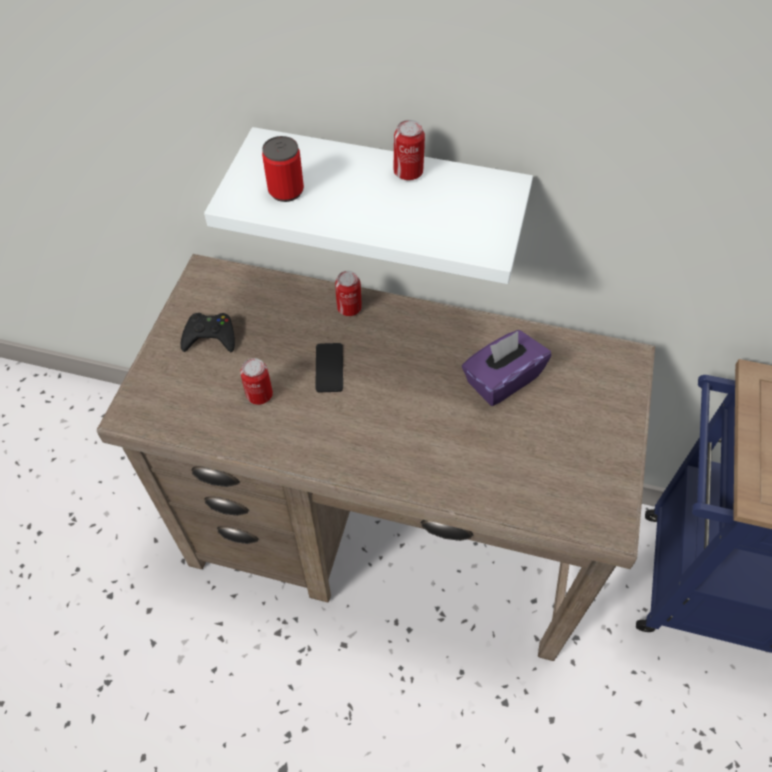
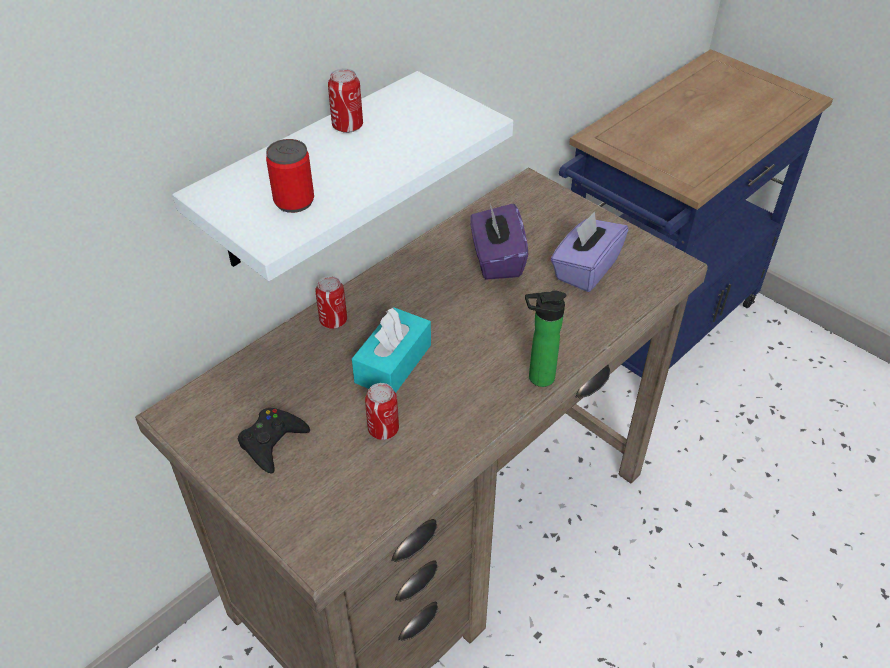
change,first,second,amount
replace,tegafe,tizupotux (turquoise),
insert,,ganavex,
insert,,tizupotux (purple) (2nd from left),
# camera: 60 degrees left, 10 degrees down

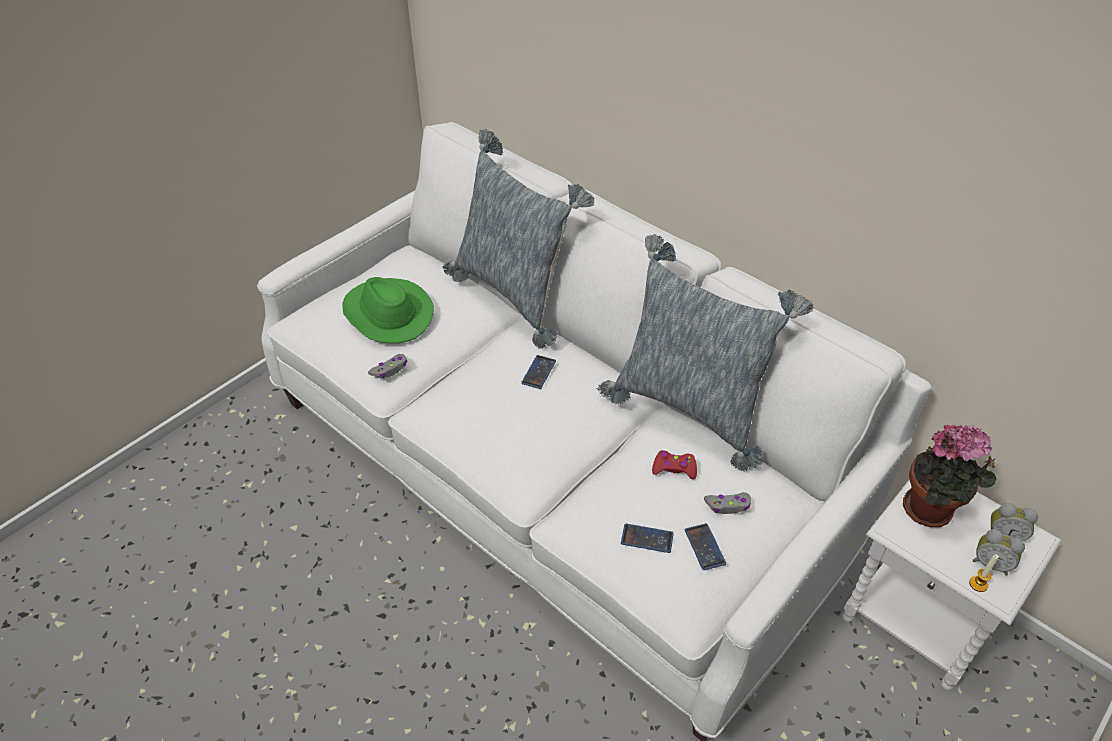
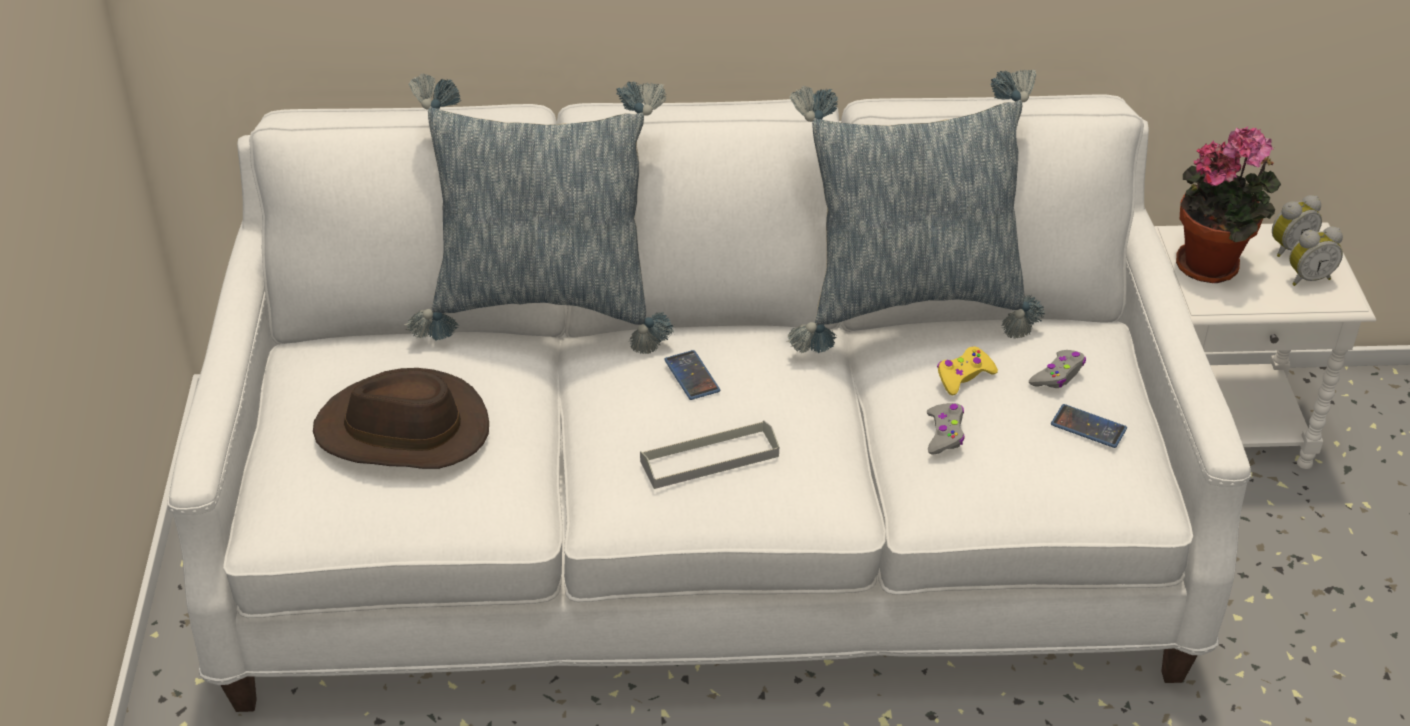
change,first,second,amount
recolor,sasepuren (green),sasepuren (brown),
insert,,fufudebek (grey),
move,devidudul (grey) (1st from left),,
recolor,devidudul (red),devidudul (yellow),
delete,tegafe (2nd from left),,
delete,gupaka,,
# camera: 45 degrees left, 5 degrees down

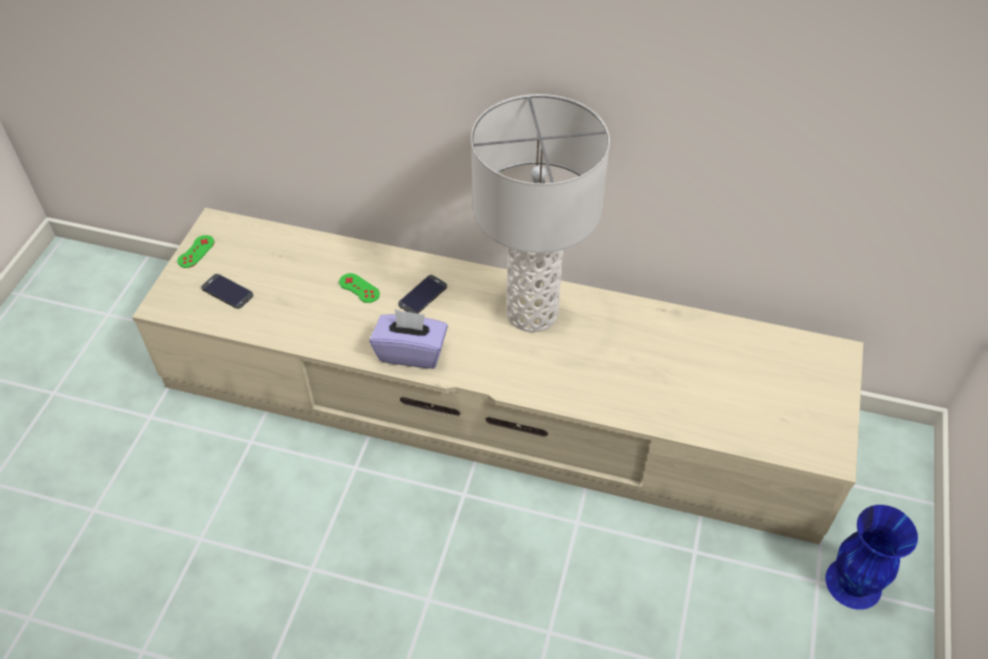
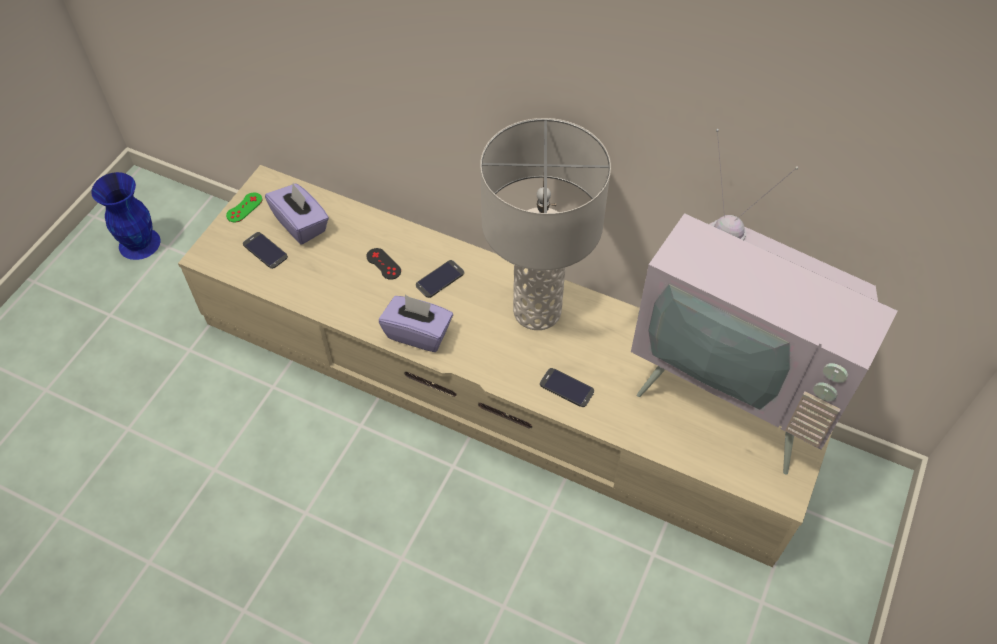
change,first,second,amount
move,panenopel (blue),,
insert,,tizupotux (purple) (1st from left),
recolor,devidudul (green) (2nd from left),devidudul (black),
insert,,tegafe (3rd from left),
insert,,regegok,
# camera: 10 degrees right, 5 degrees up

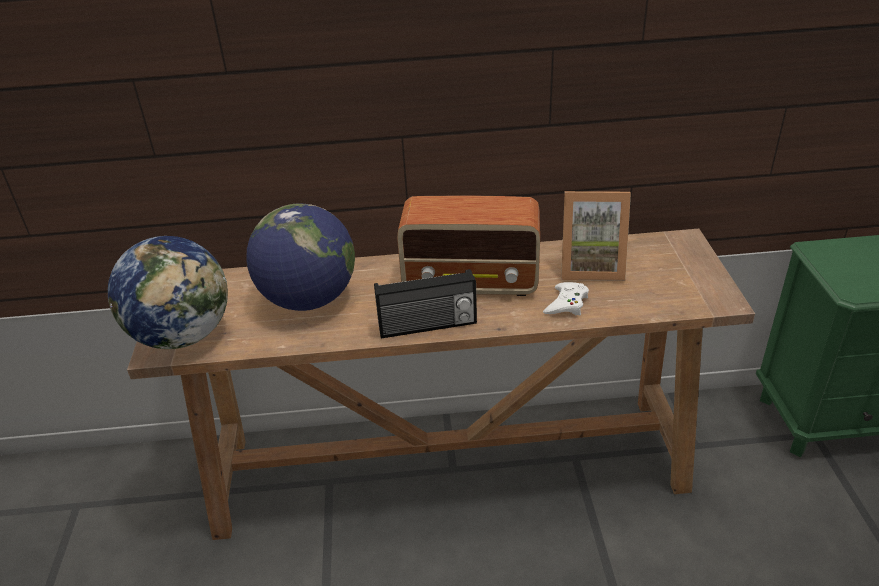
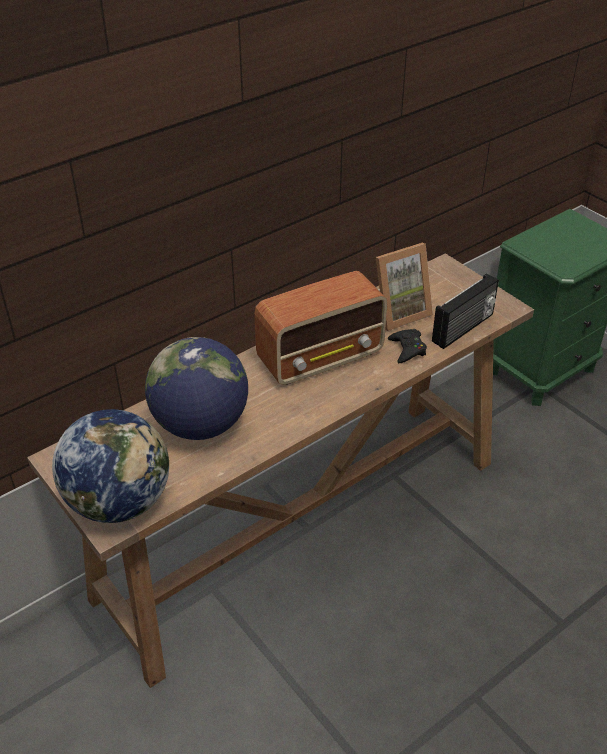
change,first,second,amount
recolor,devidudul (white),devidudul (black),
move,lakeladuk (1st from left in the first image),lakeladuk (2nd from left),
# camera: 35 degrees left, 5 degrees up

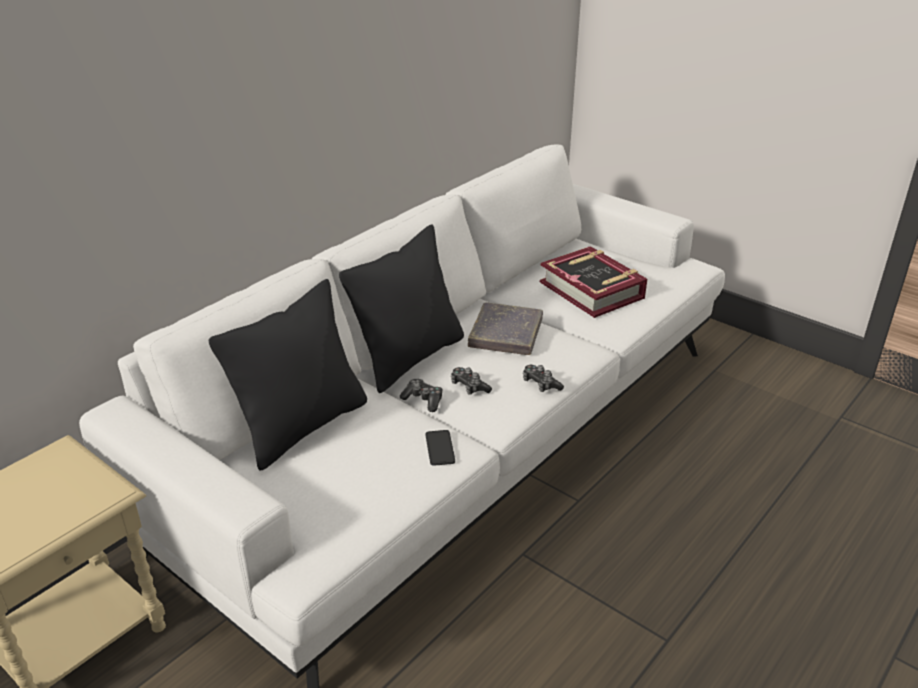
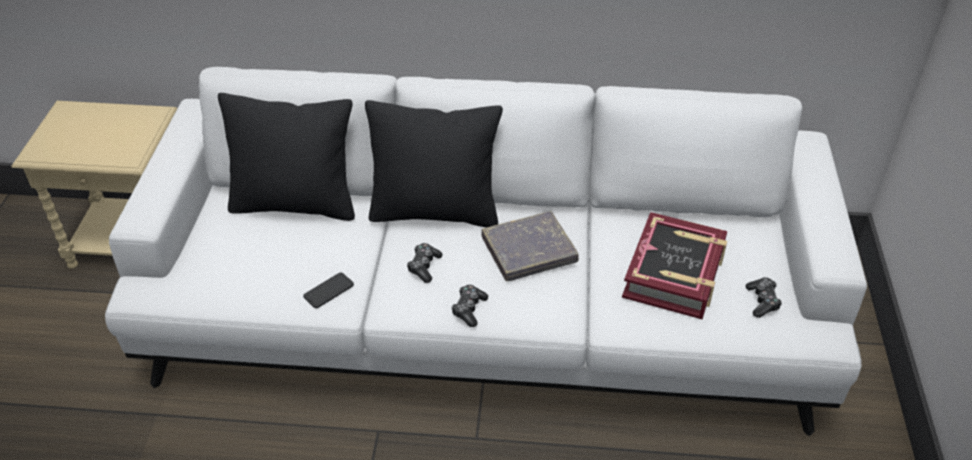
change,first,second,amount
move,devidudul (1st from left in the first image),devidudul (3rd from left),
# camera: 55 degrees right, 10 degrees up

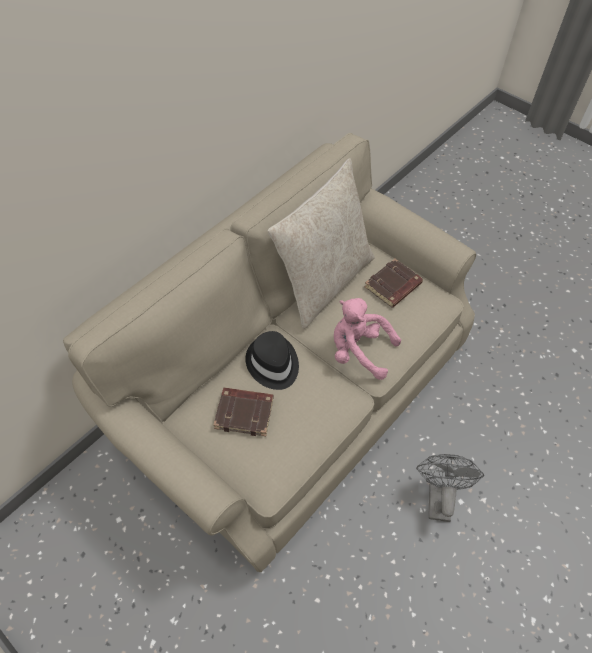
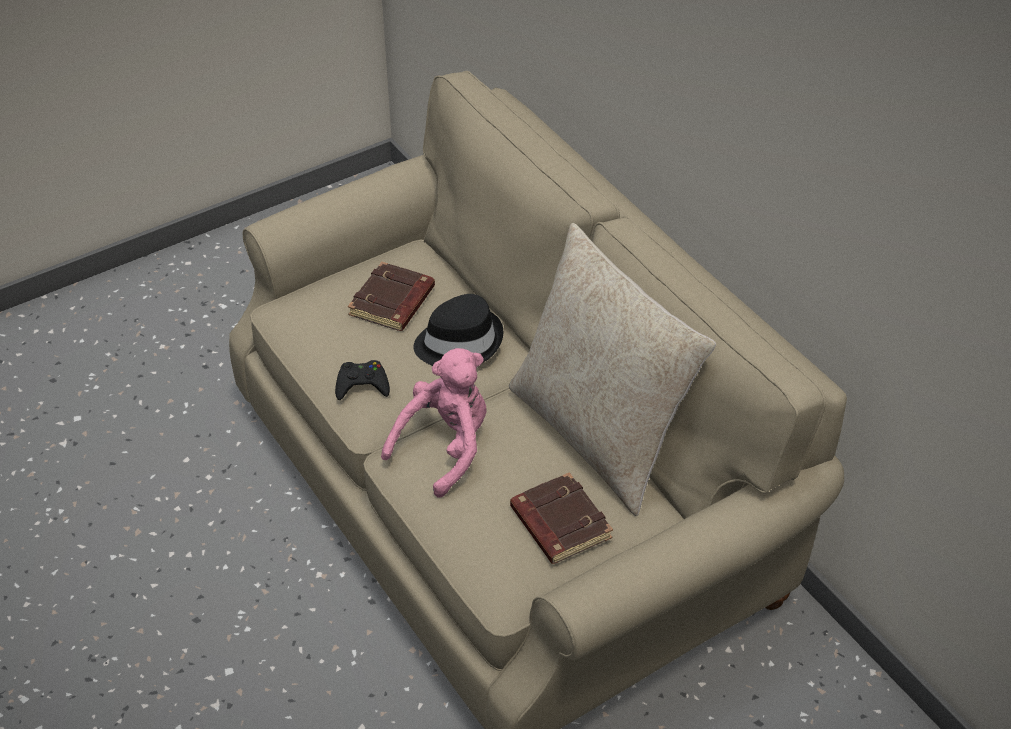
change,first,second,amount
insert,,devidudul (black),
delete,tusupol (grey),,
# camera: 105 degrees right, 10 degrees down

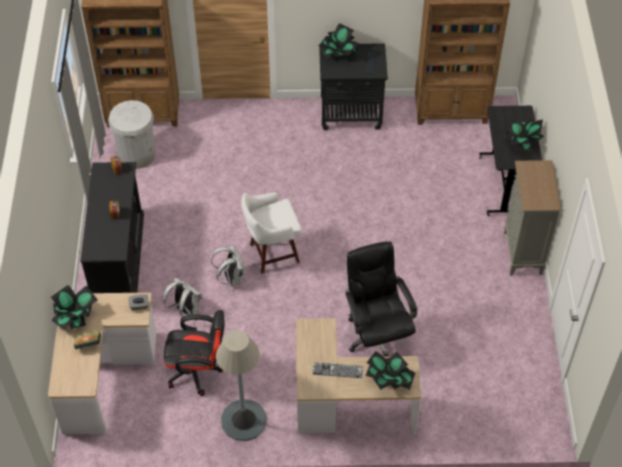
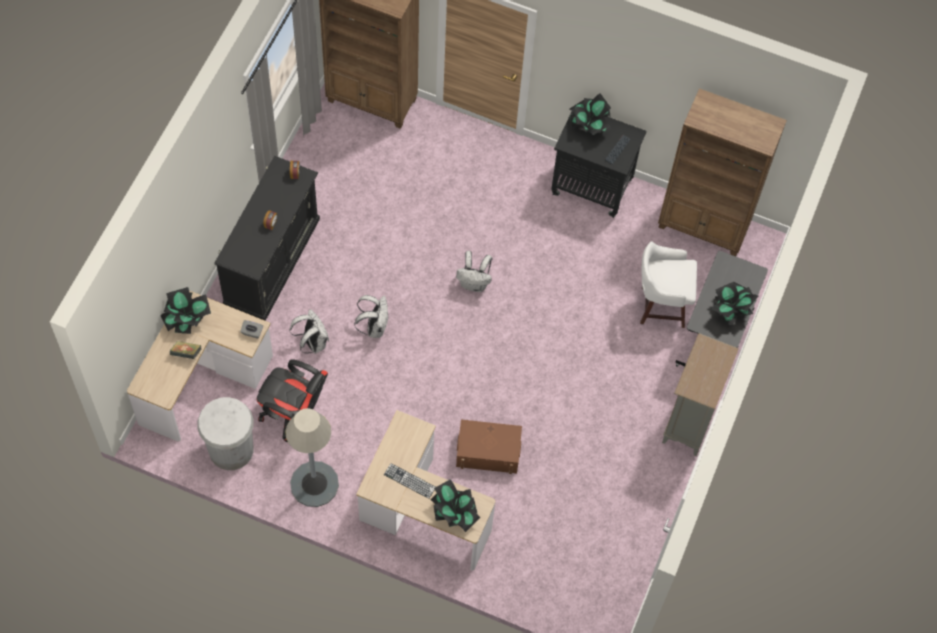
change,first,second,amount
move,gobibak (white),,
insert,,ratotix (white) (3rd from left),
replace,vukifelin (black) (2nd from left),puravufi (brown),
move,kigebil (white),,
# camera: 20 degrees right, 10 degrees up

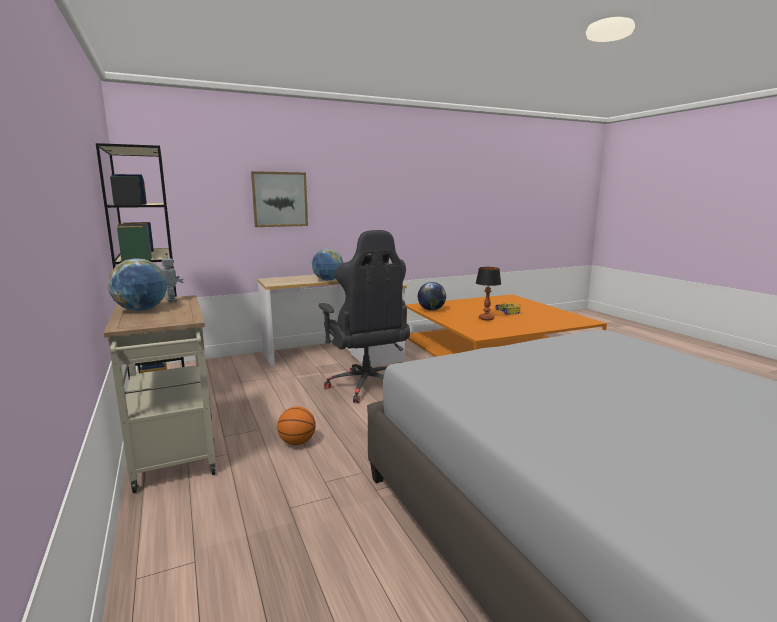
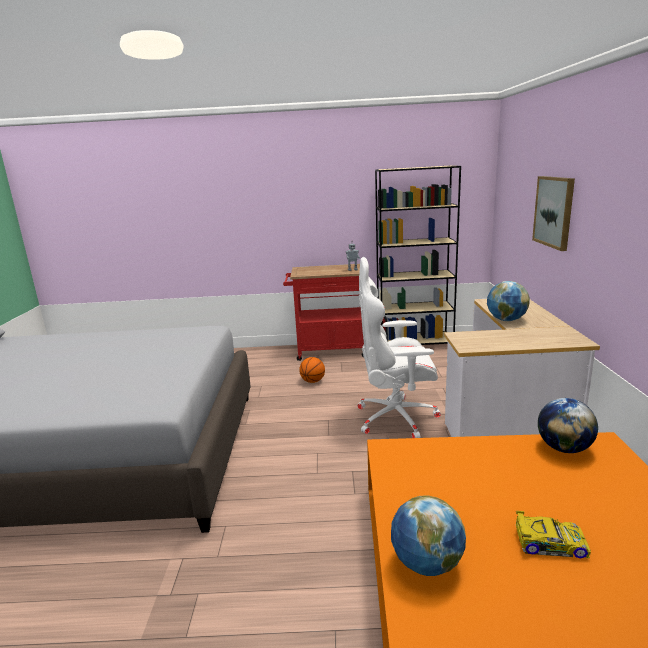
change,first,second,amount
recolor,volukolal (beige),volukolal (red),
recolor,vukifelin (black),vukifelin (white),
move,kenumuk (1st from left),,
delete,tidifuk,,
# camera: 115 degrees right, 5 degrees up

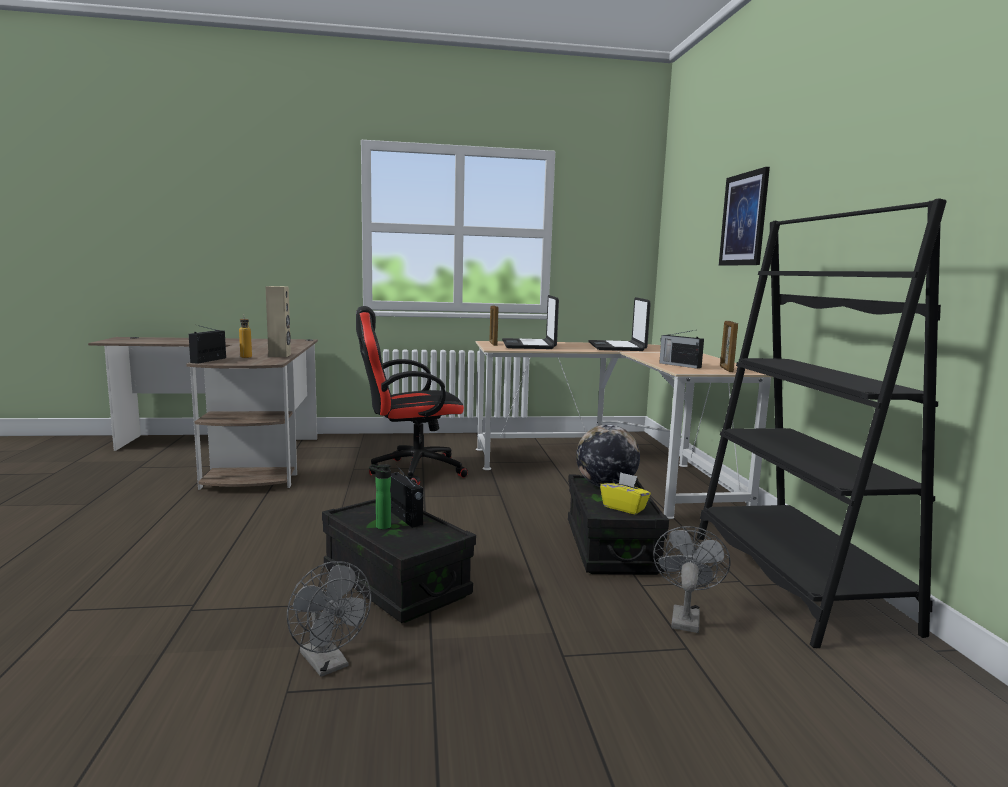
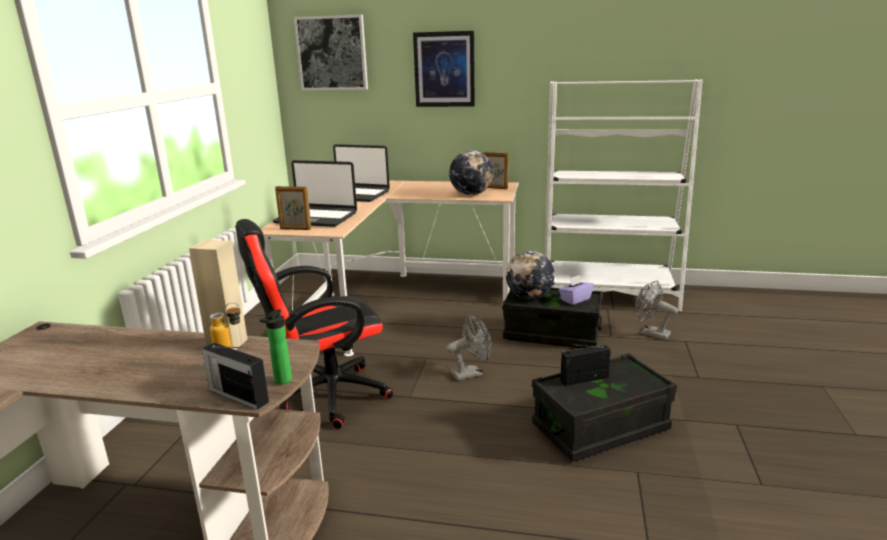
change,first,second,amount
rotate,vukifelin (black),,60 degrees clockwise
move,ganavex (2nd from left),,
insert,,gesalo (1st from left),
move,tusupol (grey) (1st from left),,
replace,lakeladuk (3rd from left),kenumuk (1st from left),
recolor,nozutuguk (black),nozutuguk (white),
recolor,tizupotux (yellow),tizupotux (purple),
# camera: 70 degrees left, 10 degrees up

